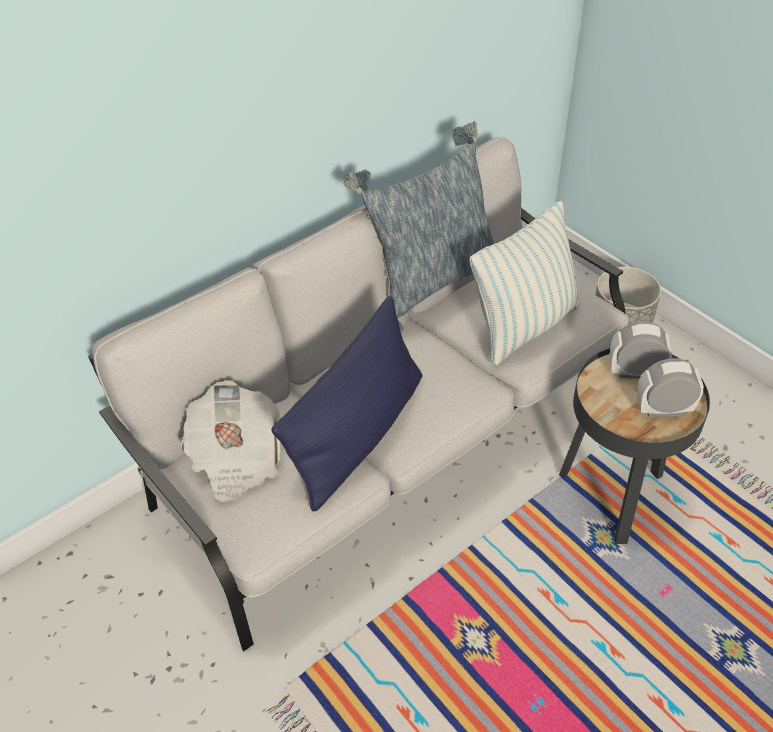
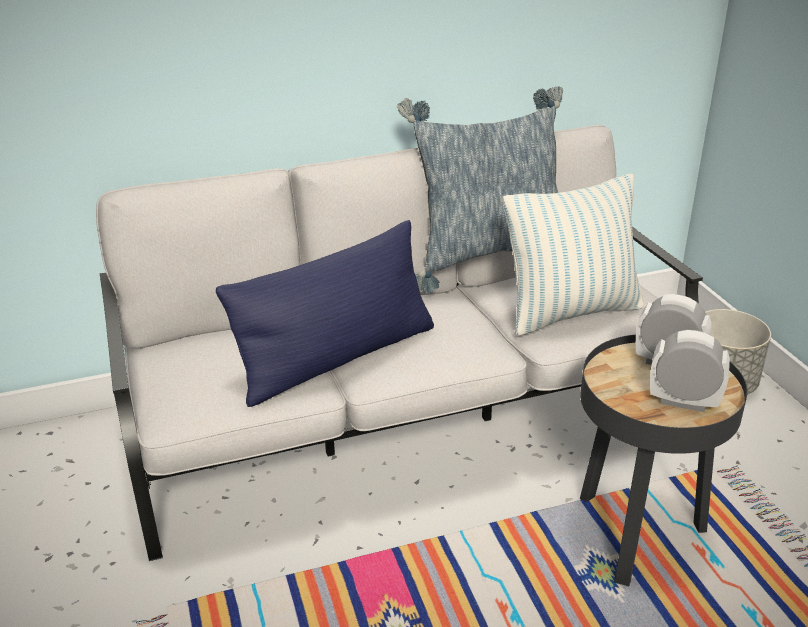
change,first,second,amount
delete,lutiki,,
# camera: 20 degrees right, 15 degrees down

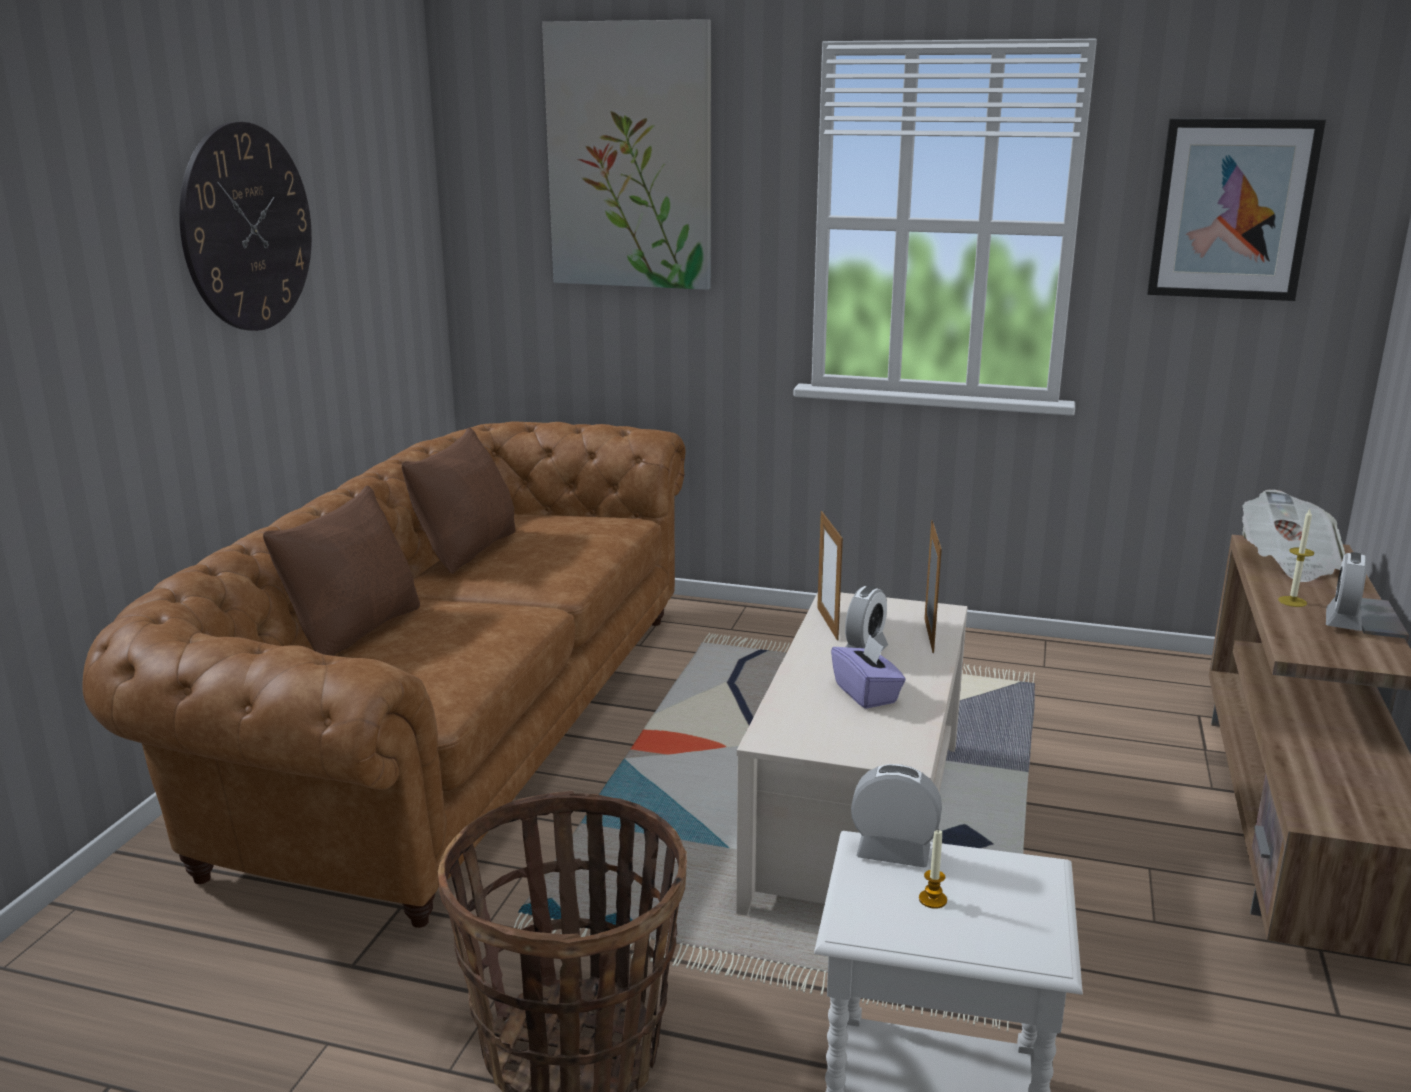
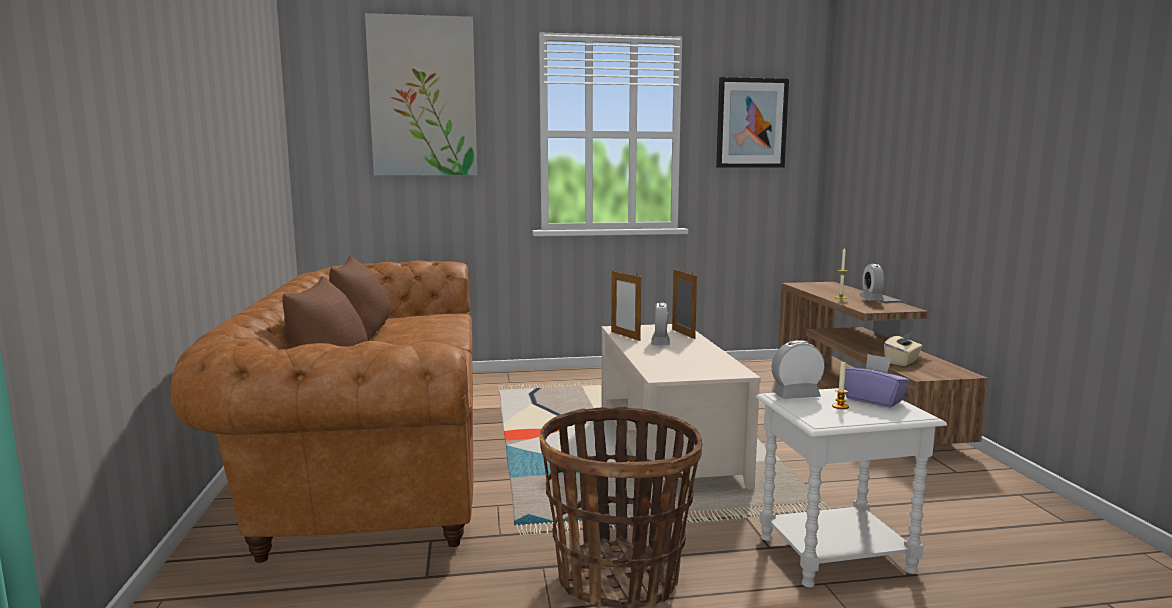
change,first,second,amount
move,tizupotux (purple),,
insert,,tizupotux (beige),
delete,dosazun,,
delete,lutiki,,
# camera: 25 degrees left, 10 degrees down

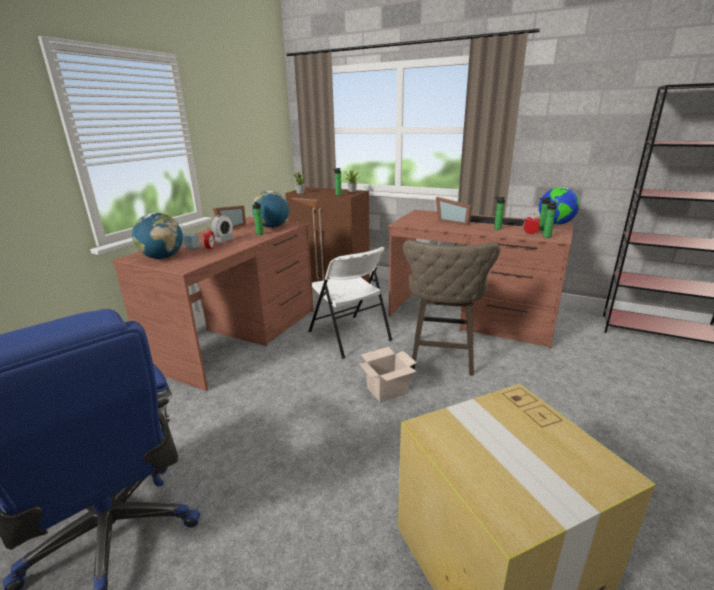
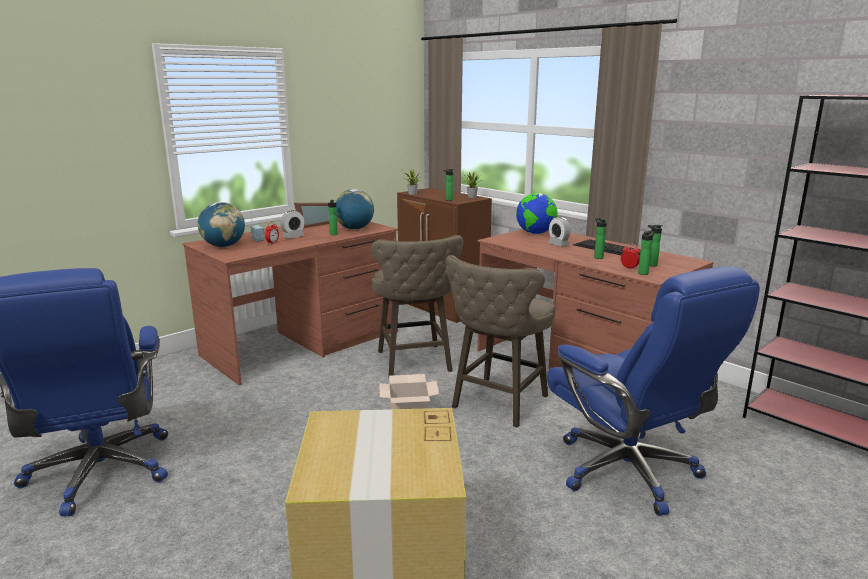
change,first,second,amount
replace,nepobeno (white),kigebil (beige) (1st from left),
move,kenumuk (3rd from left),,
insert,,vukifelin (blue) (2nd from left),
replace,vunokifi (2nd from left),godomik (3rd from left),
# camera: 20 degrees right, 5 degrees down

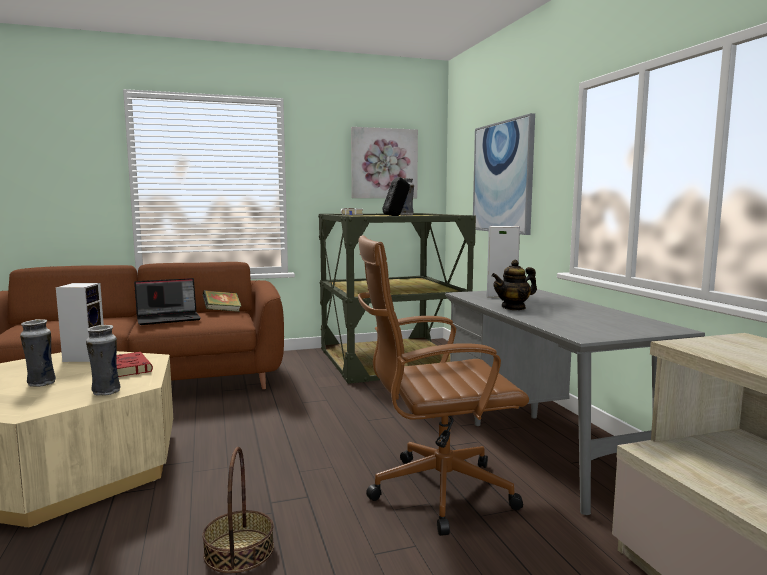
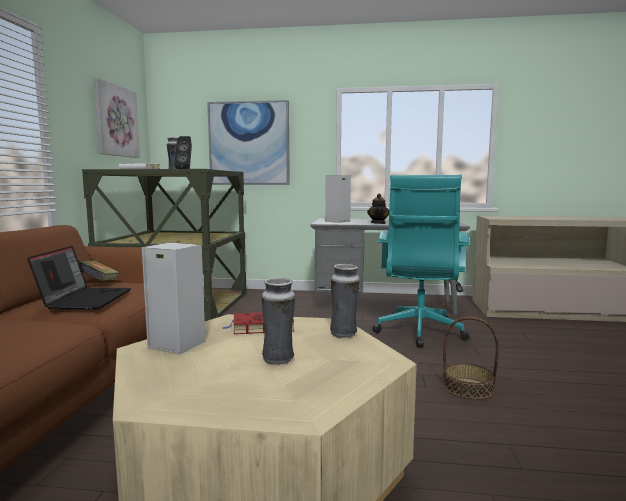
change,first,second,amount
recolor,vukifelin (brown),vukifelin (turquoise),
# camera: 65 degrees left, 0 degrees up

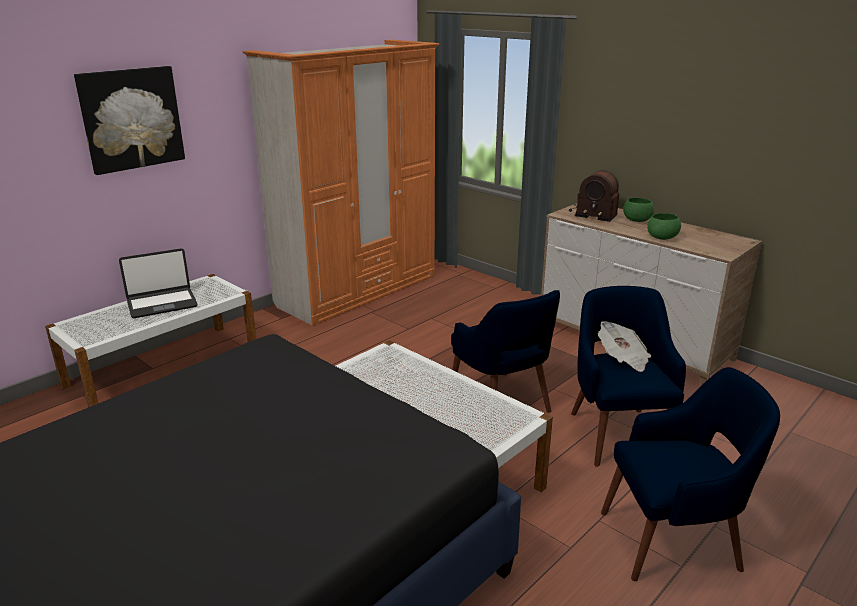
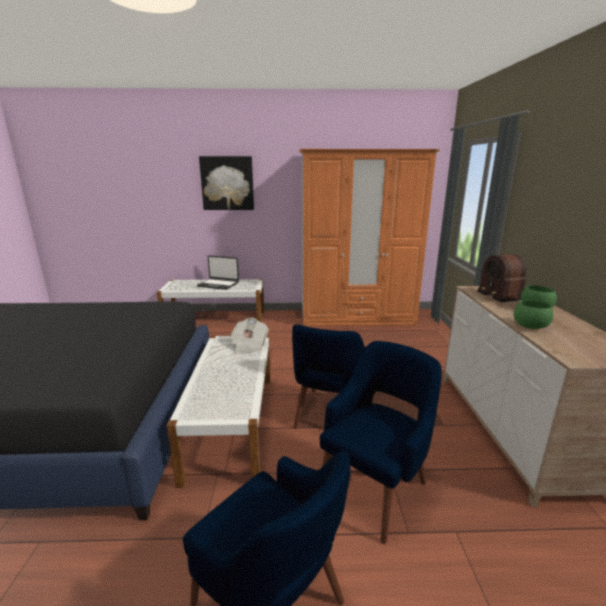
change,first,second,amount
move,lutiki,,
# camera: 45 degrees right, 5 degrees down

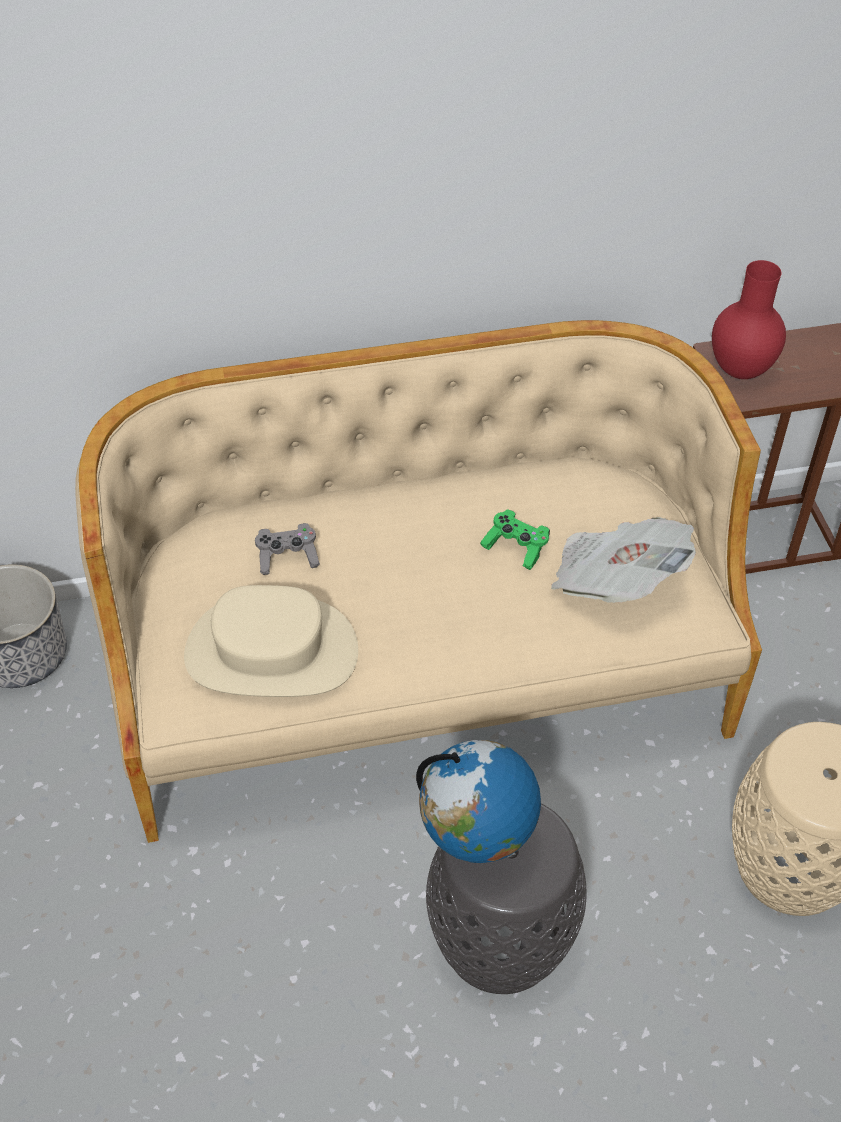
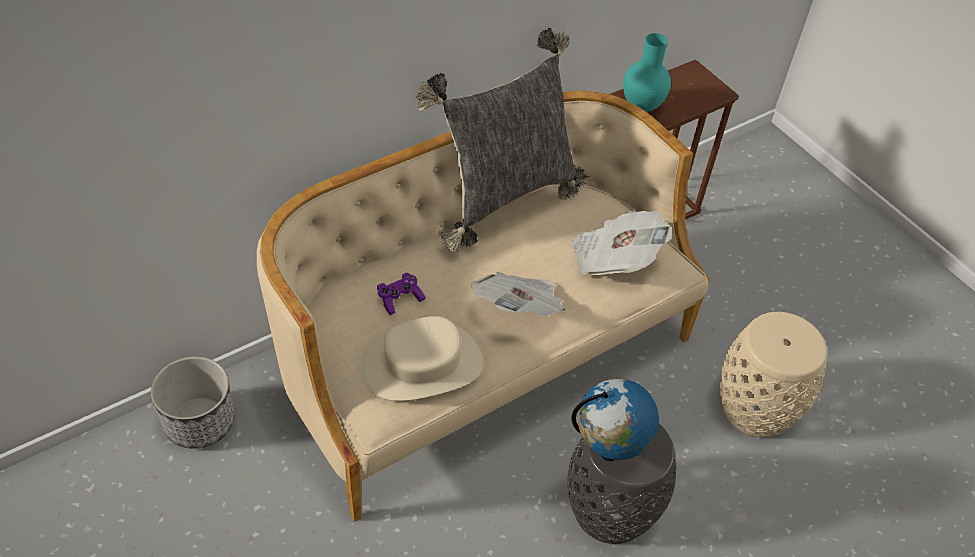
change,first,second,amount
recolor,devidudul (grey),devidudul (purple),
insert,,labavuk,
insert,,lutiki (1st from left),
recolor,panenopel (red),panenopel (turquoise),
delete,devidudul (green),,
# camera: 25 degrees left, 0 degrees up

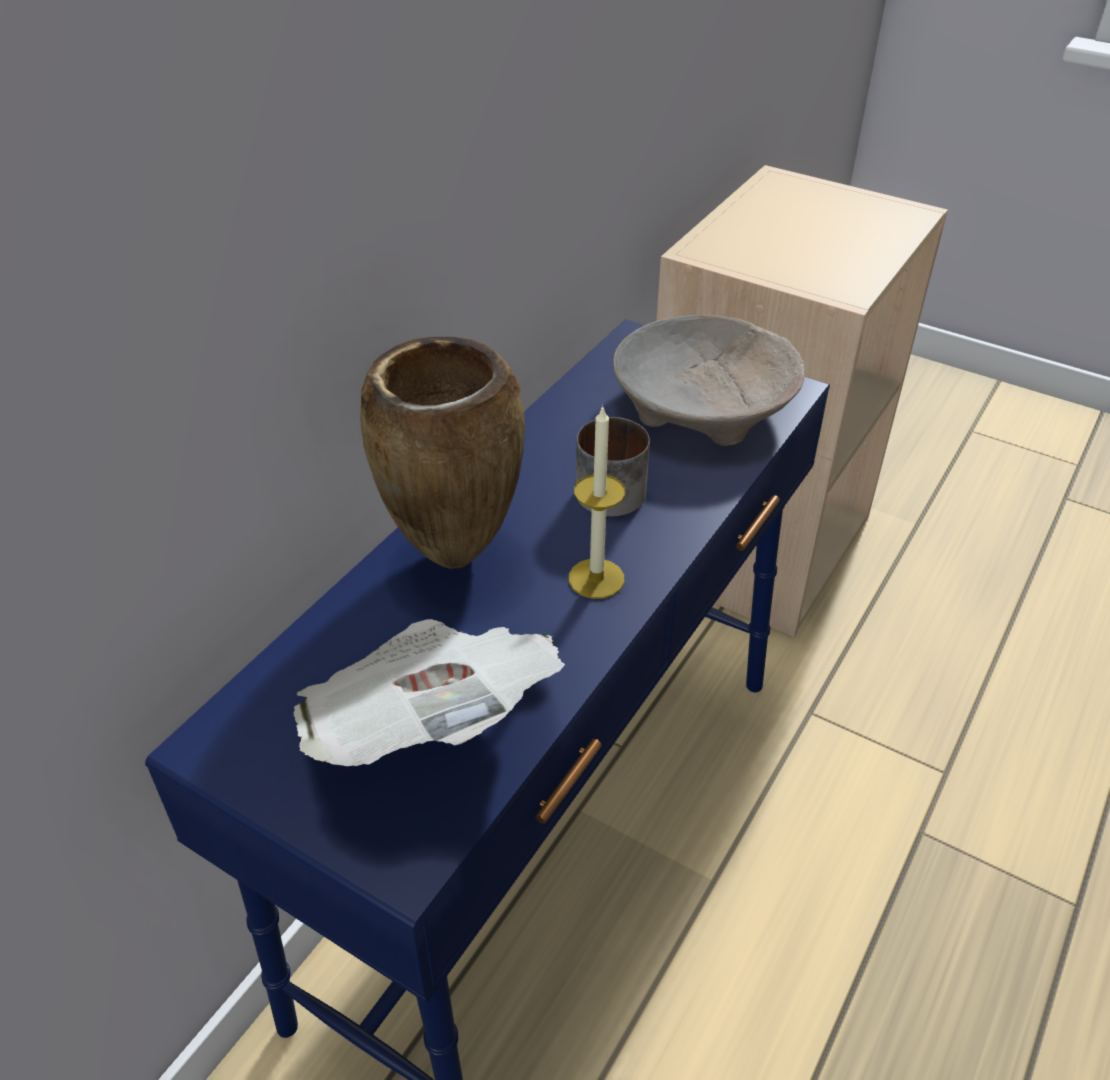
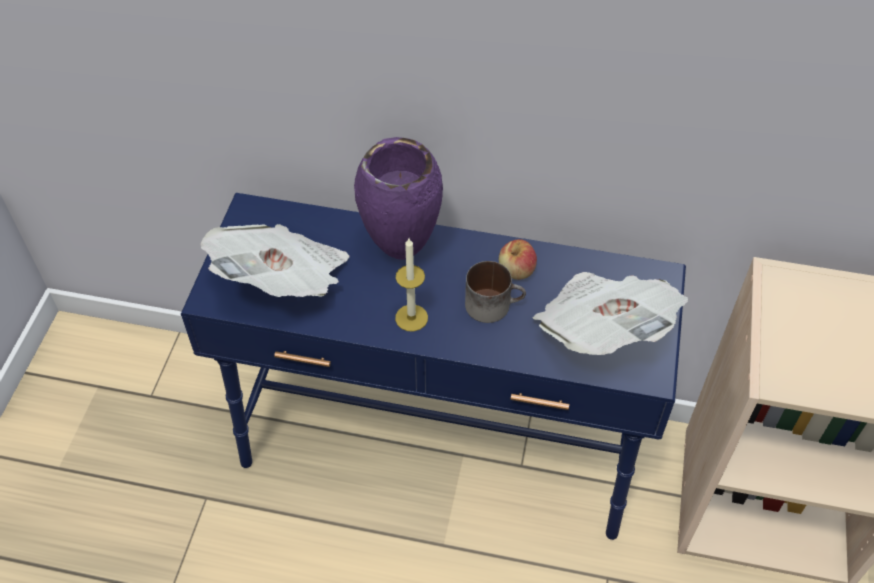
change,first,second,amount
recolor,panenopel (brown),panenopel (purple),
insert,,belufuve,
replace,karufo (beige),lutiki (2nd from left),
# camera: 70 degrees right, 10 degrees up

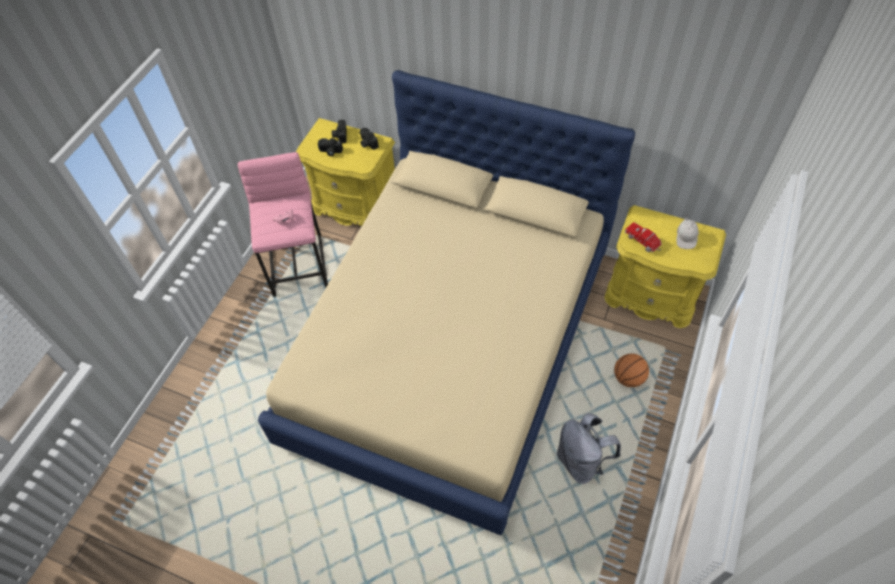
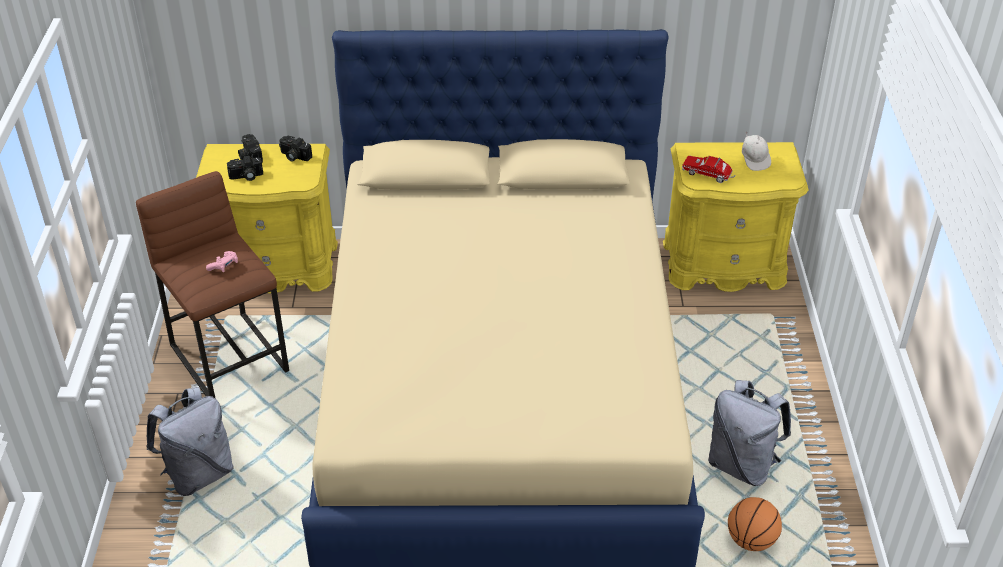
change,first,second,amount
recolor,kigebil (pink),kigebil (brown),
insert,,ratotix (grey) (1st from left),
move,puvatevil,,
# camera: 25 degrees left, 15 degrees down

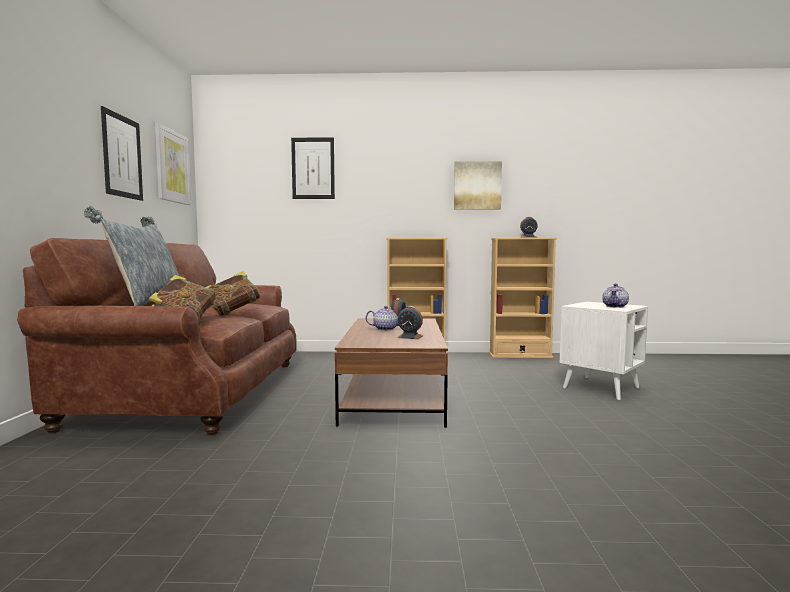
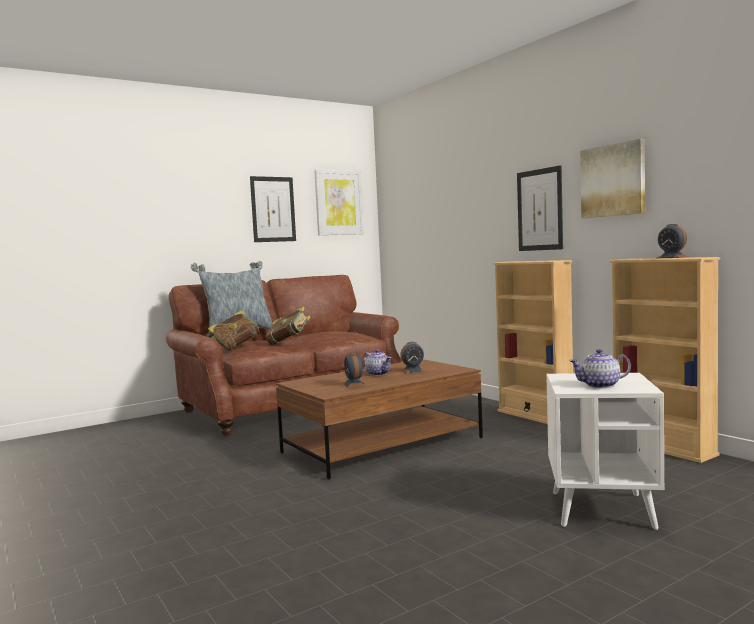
change,first,second,amount
move,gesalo (3rd from left),,
# camera: 55 degrees right, 0 degrees up

